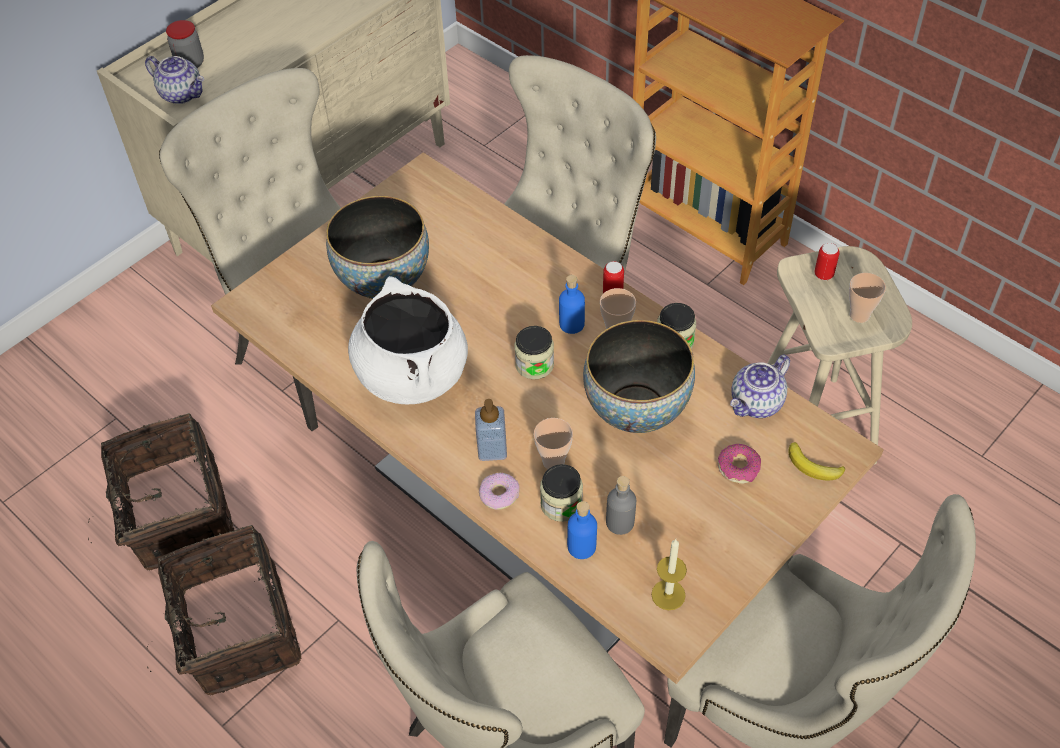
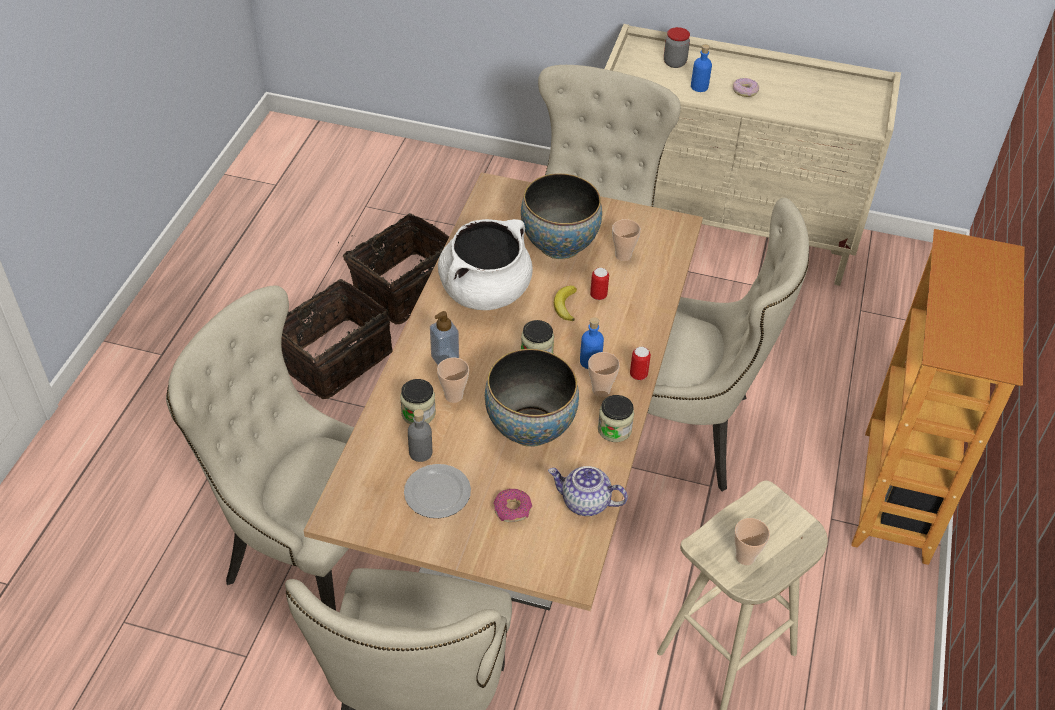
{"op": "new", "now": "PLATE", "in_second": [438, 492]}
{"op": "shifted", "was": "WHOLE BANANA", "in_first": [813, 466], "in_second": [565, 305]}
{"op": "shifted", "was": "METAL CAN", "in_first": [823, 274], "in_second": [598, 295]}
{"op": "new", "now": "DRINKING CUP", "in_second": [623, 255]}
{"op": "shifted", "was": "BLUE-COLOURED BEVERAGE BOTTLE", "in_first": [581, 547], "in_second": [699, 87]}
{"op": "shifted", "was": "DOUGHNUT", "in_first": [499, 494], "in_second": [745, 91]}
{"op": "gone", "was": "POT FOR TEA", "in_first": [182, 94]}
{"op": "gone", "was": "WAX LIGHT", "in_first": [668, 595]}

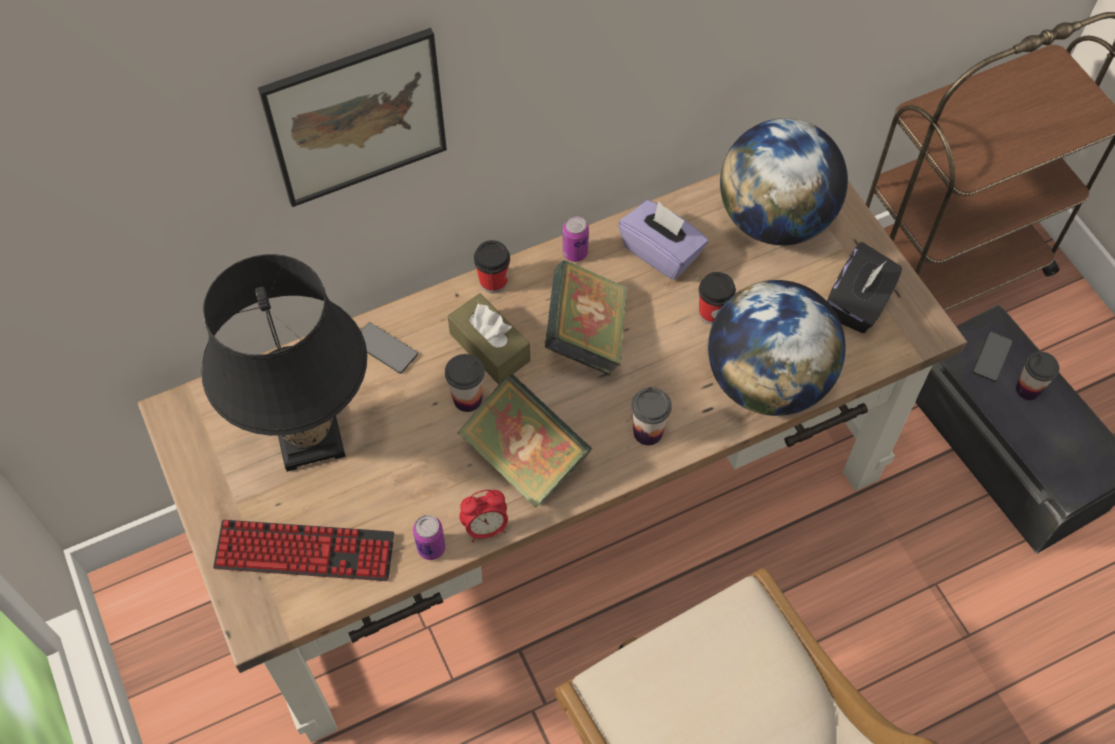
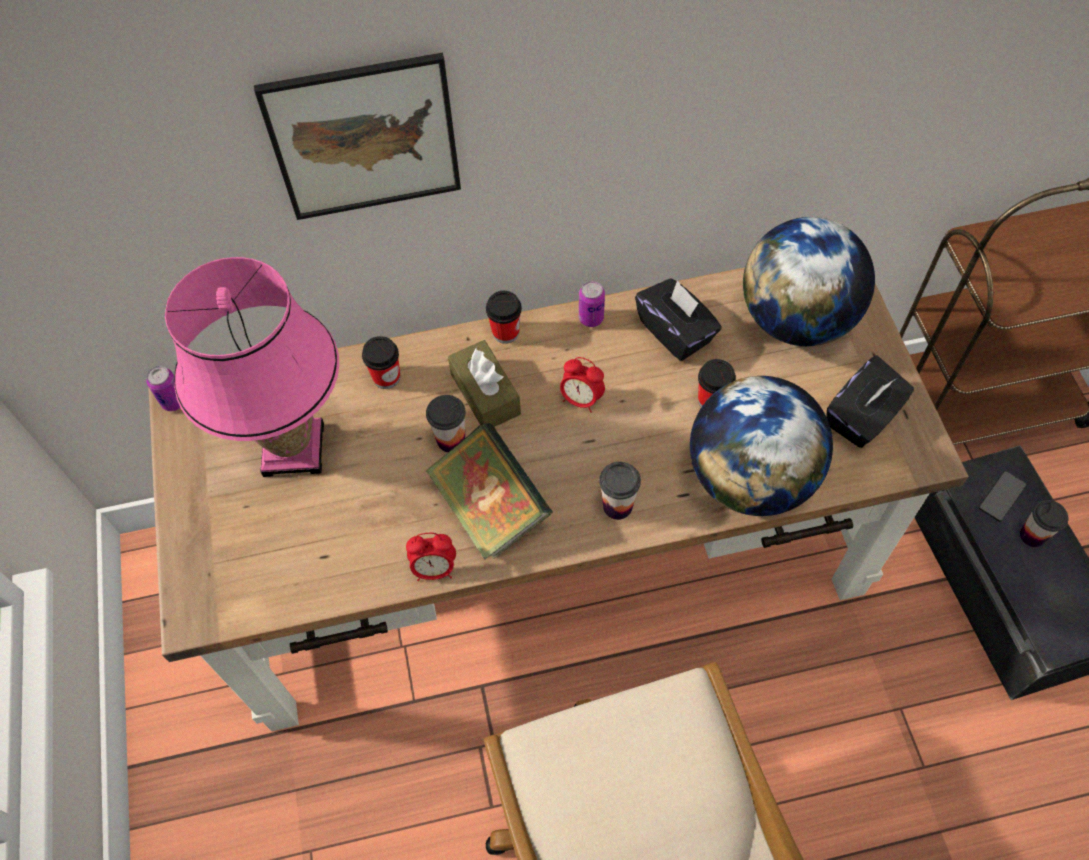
{"op": "shifted", "was": "METAL CAN", "in_first": [431, 548], "in_second": [174, 401]}
{"op": "repainted", "was": "BLACKISH TABLE LAMP", "now": "PINKISH TABLE LAMP", "in_first": [310, 439], "in_second": [294, 450]}
{"op": "swapped", "was": "TELEPHONE", "now": "DRINKING CUP", "in_first": [385, 348], "in_second": [386, 377]}
{"op": "swapped", "was": "BOOK", "now": "ALARM CLOCK", "in_first": [586, 335], "in_second": [581, 399]}
{"op": "repainted", "was": "PURPLISH BOX OF TISSUES", "now": "BLACKISH BOX OF TISSUES", "in_first": [661, 252], "in_second": [675, 332]}
{"op": "gone", "was": "KEYBOARD", "in_first": [305, 552]}

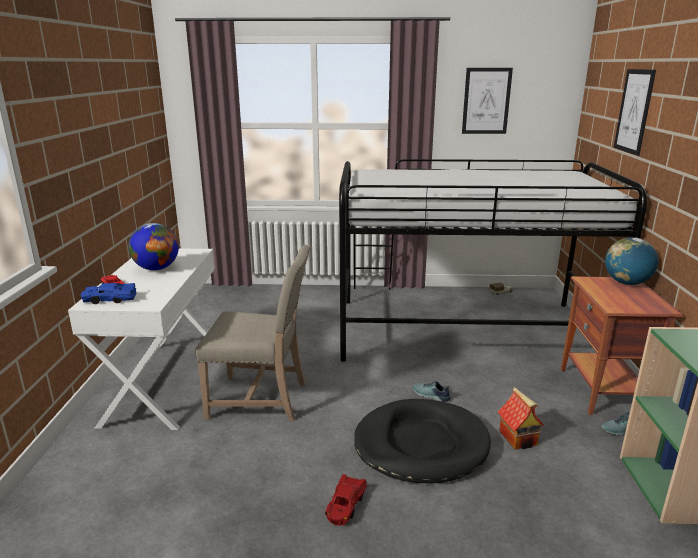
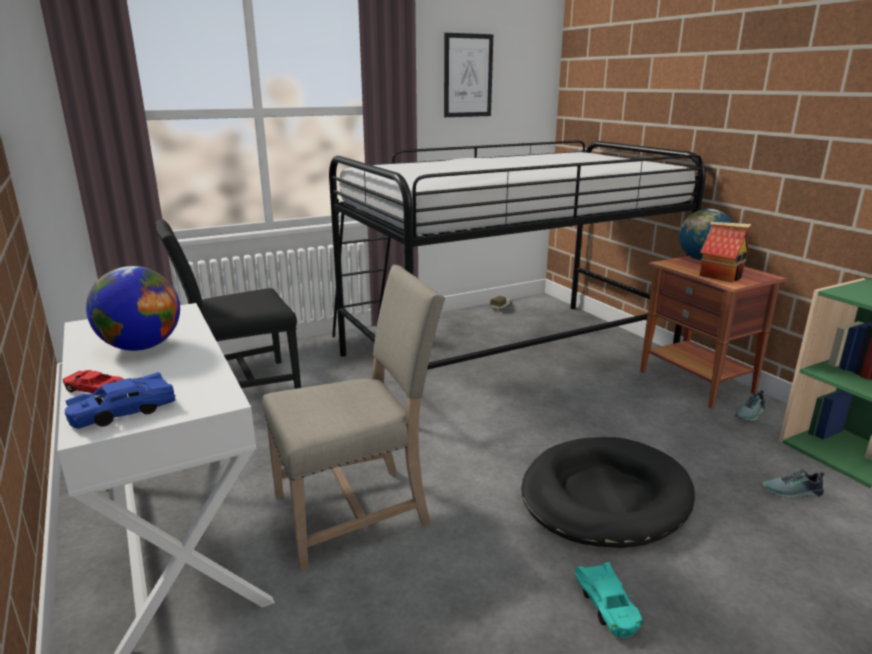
{"op": "new", "now": "BLACKISH PLAIN CHAIR", "in_second": [241, 386]}
{"op": "repainted", "was": "REDDISH TOY CAR", "now": "TURQUOISE TOY CAR", "in_first": [345, 505], "in_second": [607, 606]}
{"op": "shifted", "was": "TOY HOUSE", "in_first": [519, 438], "in_second": [721, 276]}
{"op": "shifted", "was": "ITEM OF FOOTWEAR", "in_first": [430, 395], "in_second": [792, 492]}
{"op": "gone", "was": "PICTURE", "in_first": [634, 111]}

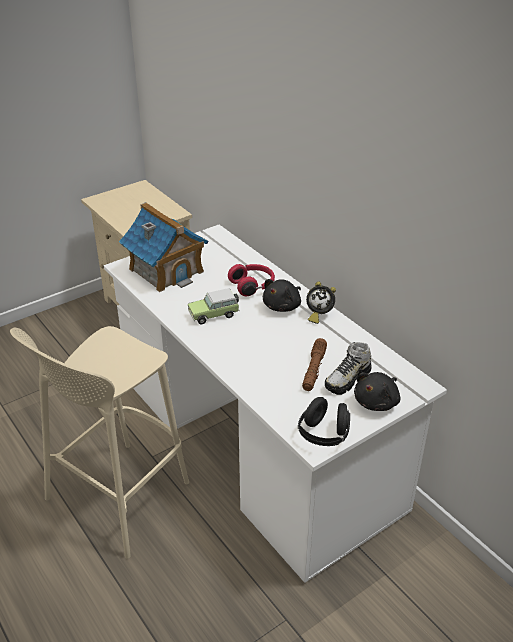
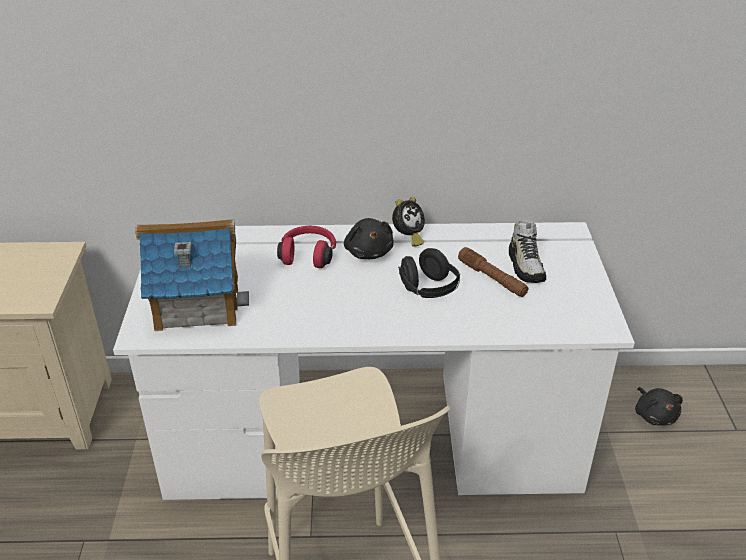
{"op": "shifted", "was": "BLACKISH HEADSET", "in_first": [324, 435], "in_second": [428, 290]}
{"op": "shifted", "was": "BLACKISH SOFT TOY", "in_first": [377, 402], "in_second": [654, 415]}
{"op": "gone", "was": "TOY CAR", "in_first": [215, 314]}

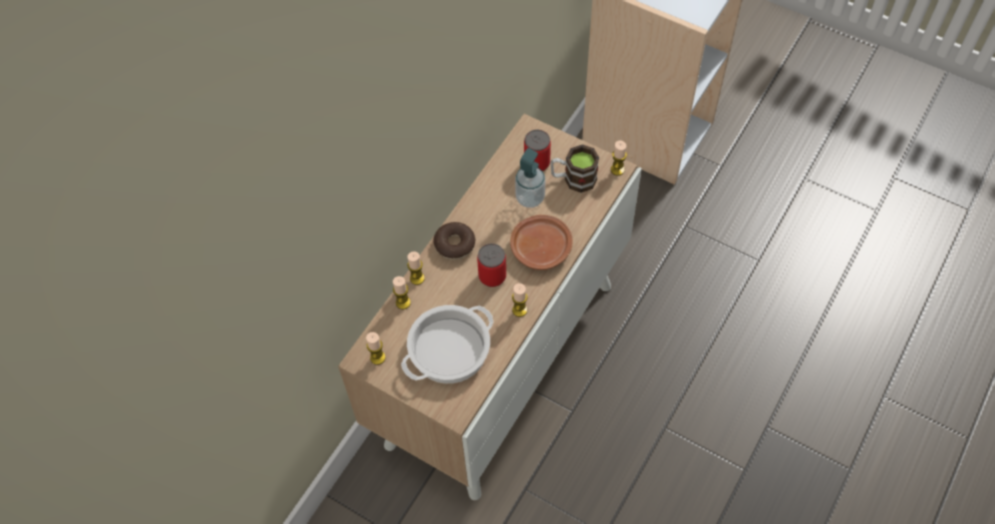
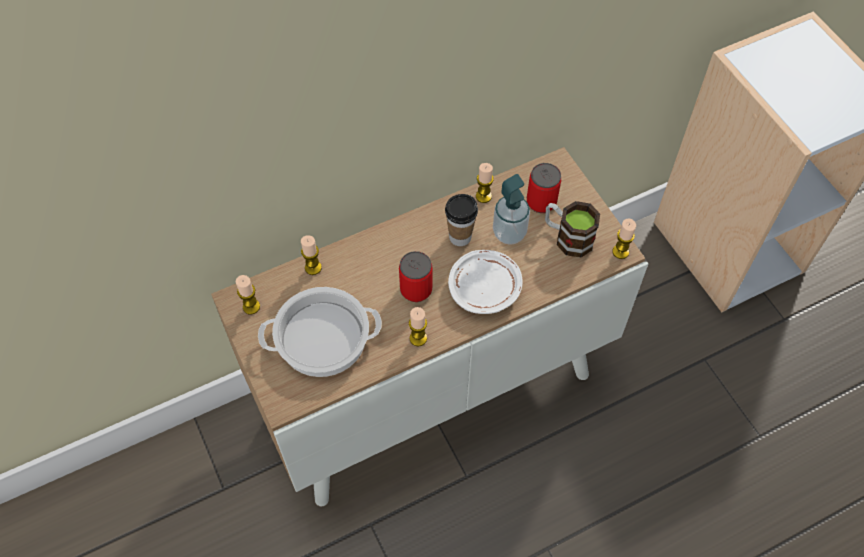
{"op": "new", "now": "DRINKING CUP", "in_second": [460, 237]}
{"op": "repainted", "was": "BROWN PLATE", "now": "WHITE PLATE", "in_first": [541, 247], "in_second": [485, 288]}
{"op": "shifted", "was": "WAX LIGHT", "in_first": [417, 278], "in_second": [483, 196]}
{"op": "gone", "was": "DOUGHNUT", "in_first": [454, 245]}

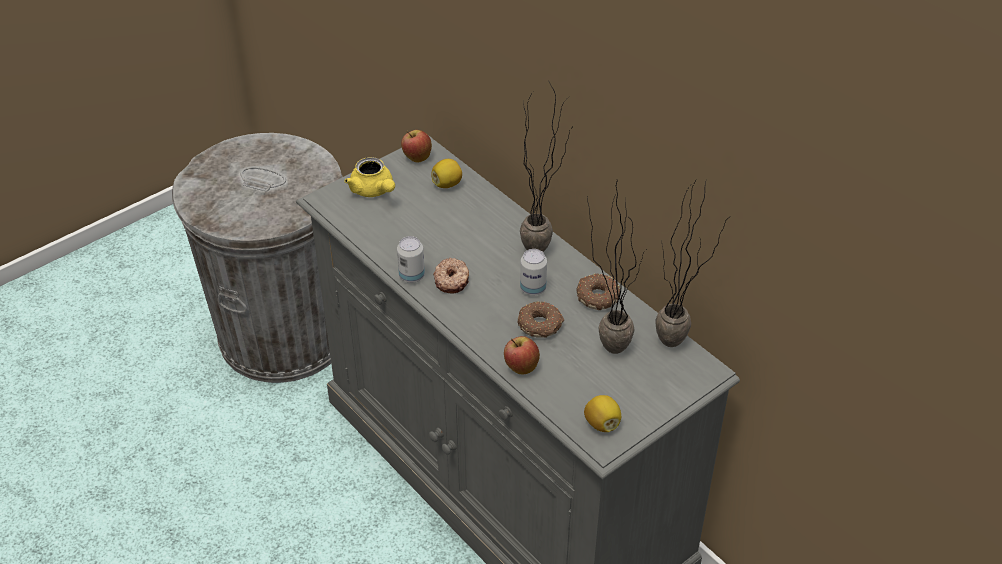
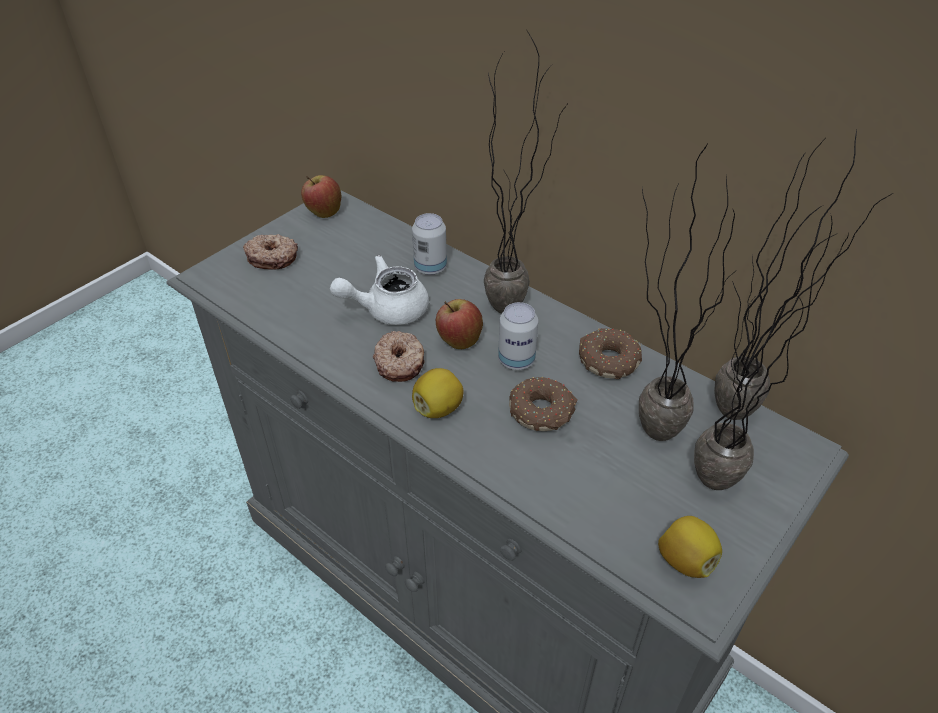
{"op": "swapped", "was": "YELLOW-COLOURED POT FOR TEA", "now": "DOUGHNUT", "in_first": [373, 191], "in_second": [272, 257]}
{"op": "new", "now": "WHITE POT FOR TEA", "in_second": [387, 309]}
{"op": "shifted", "was": "METAL CAN", "in_first": [411, 276], "in_second": [430, 268]}
{"op": "shifted", "was": "LEMON", "in_first": [447, 184], "in_second": [438, 408]}
{"op": "shifted", "was": "APPLE", "in_first": [521, 367], "in_second": [459, 341]}
{"op": "new", "now": "POTTED PLANT", "in_second": [705, 492]}
{"op": "gone", "was": "GREYISH TRASH CAN", "in_first": [284, 334]}

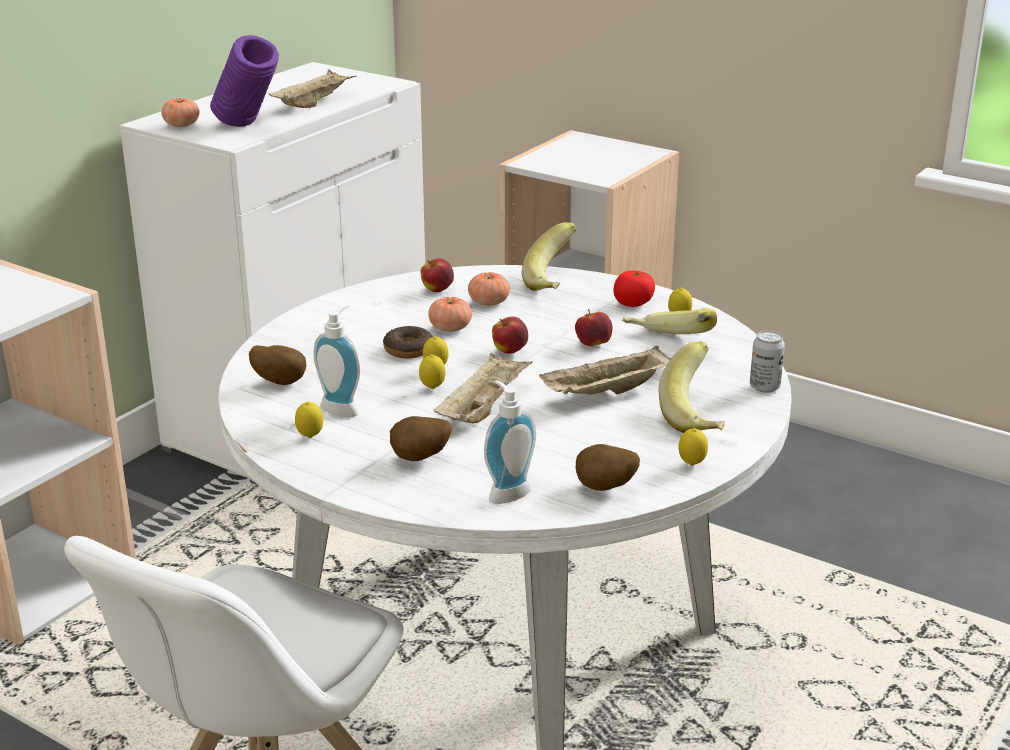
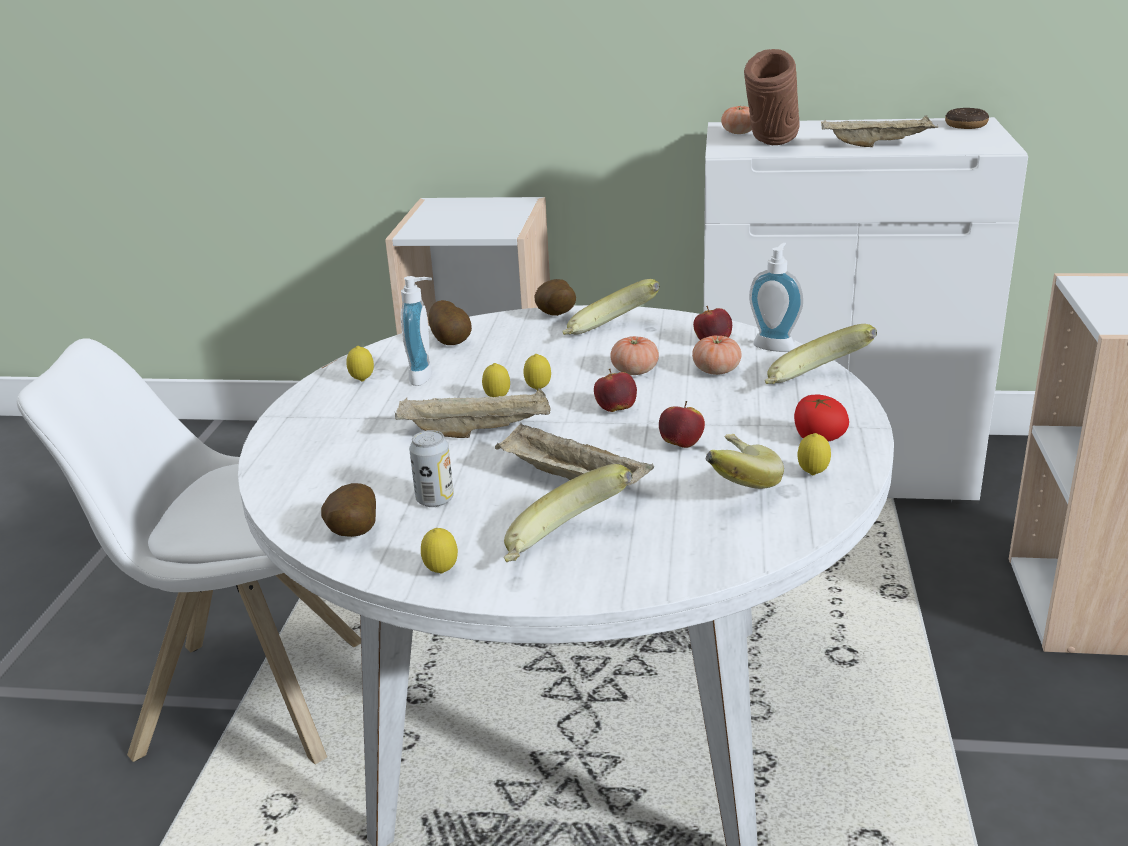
{"op": "shifted", "was": "METAL CAN", "in_first": [764, 387], "in_second": [435, 499]}
{"op": "shifted", "was": "POTATO", "in_first": [420, 460], "in_second": [555, 316]}
{"op": "new", "now": "WHOLE BANANA", "in_second": [609, 335]}
{"op": "repainted", "was": "PURPLISH DECORATIVE VASE", "now": "BROWN DECORATIVE VASE", "in_first": [248, 128], "in_second": [771, 147]}
{"op": "shifted", "was": "LIQUID SOAP BOTTLE", "in_first": [506, 492], "in_second": [775, 345]}
{"op": "shifted", "was": "DOUGHNUT", "in_first": [408, 350], "in_second": [966, 125]}

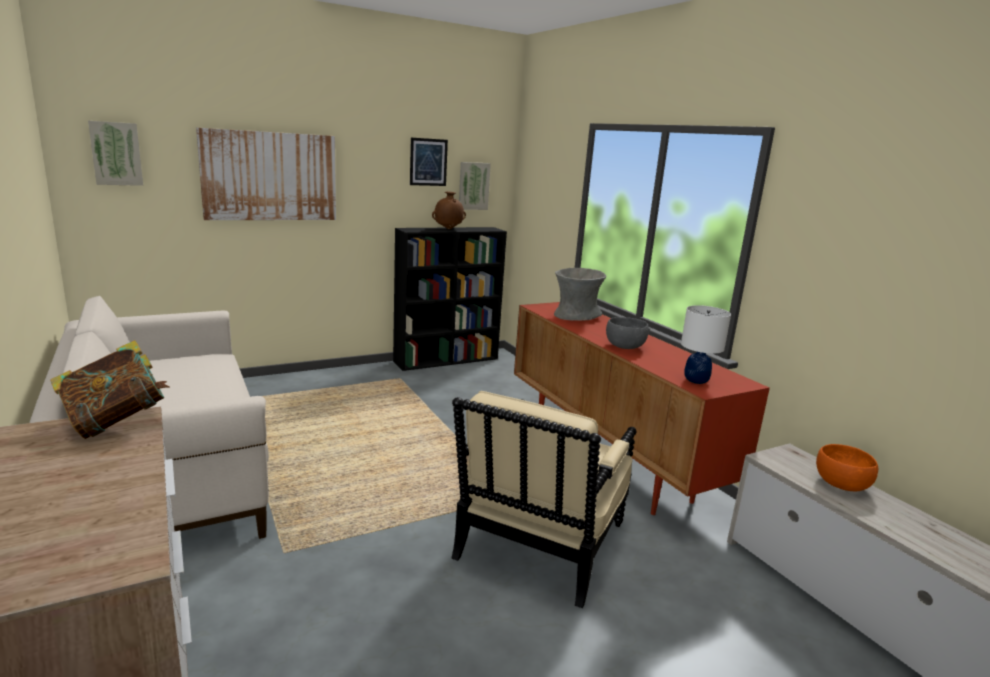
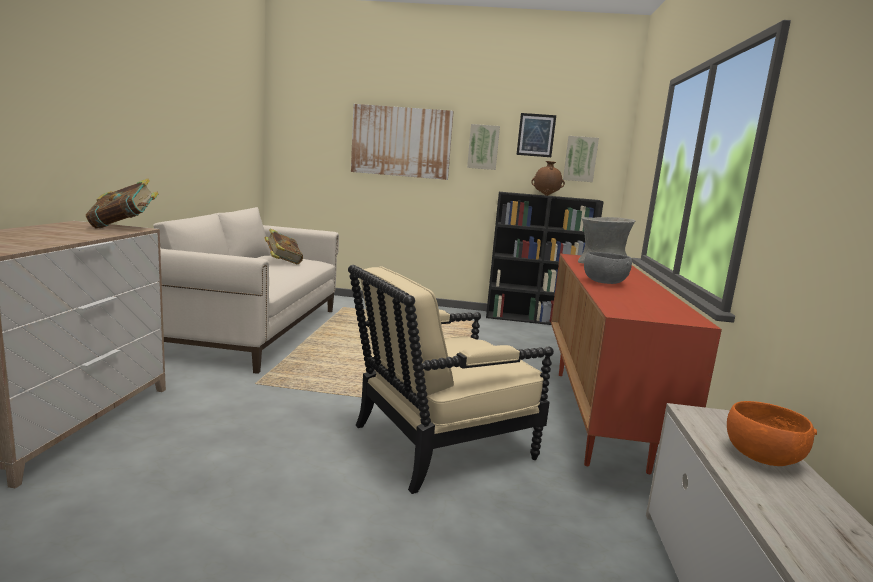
{"op": "new", "now": "BOOK", "in_second": [283, 262]}
{"op": "shifted", "was": "PICTURE", "in_first": [116, 153], "in_second": [483, 147]}
{"op": "gone", "was": "WHITE TABLE LAMP", "in_first": [697, 381]}

